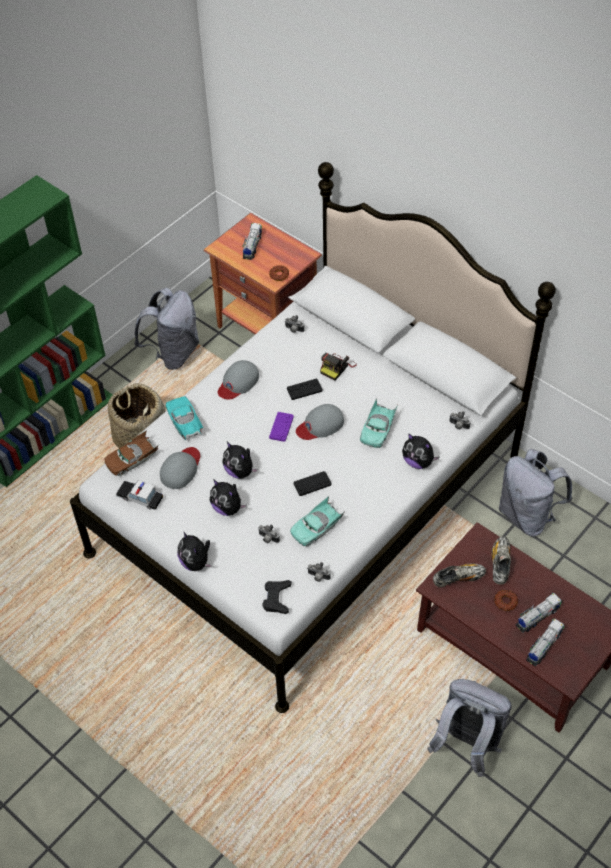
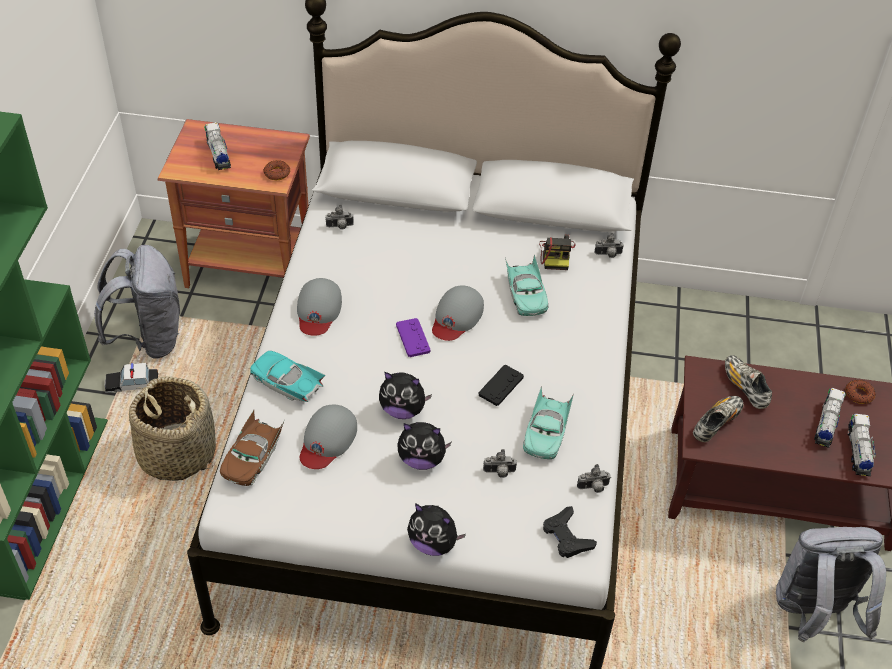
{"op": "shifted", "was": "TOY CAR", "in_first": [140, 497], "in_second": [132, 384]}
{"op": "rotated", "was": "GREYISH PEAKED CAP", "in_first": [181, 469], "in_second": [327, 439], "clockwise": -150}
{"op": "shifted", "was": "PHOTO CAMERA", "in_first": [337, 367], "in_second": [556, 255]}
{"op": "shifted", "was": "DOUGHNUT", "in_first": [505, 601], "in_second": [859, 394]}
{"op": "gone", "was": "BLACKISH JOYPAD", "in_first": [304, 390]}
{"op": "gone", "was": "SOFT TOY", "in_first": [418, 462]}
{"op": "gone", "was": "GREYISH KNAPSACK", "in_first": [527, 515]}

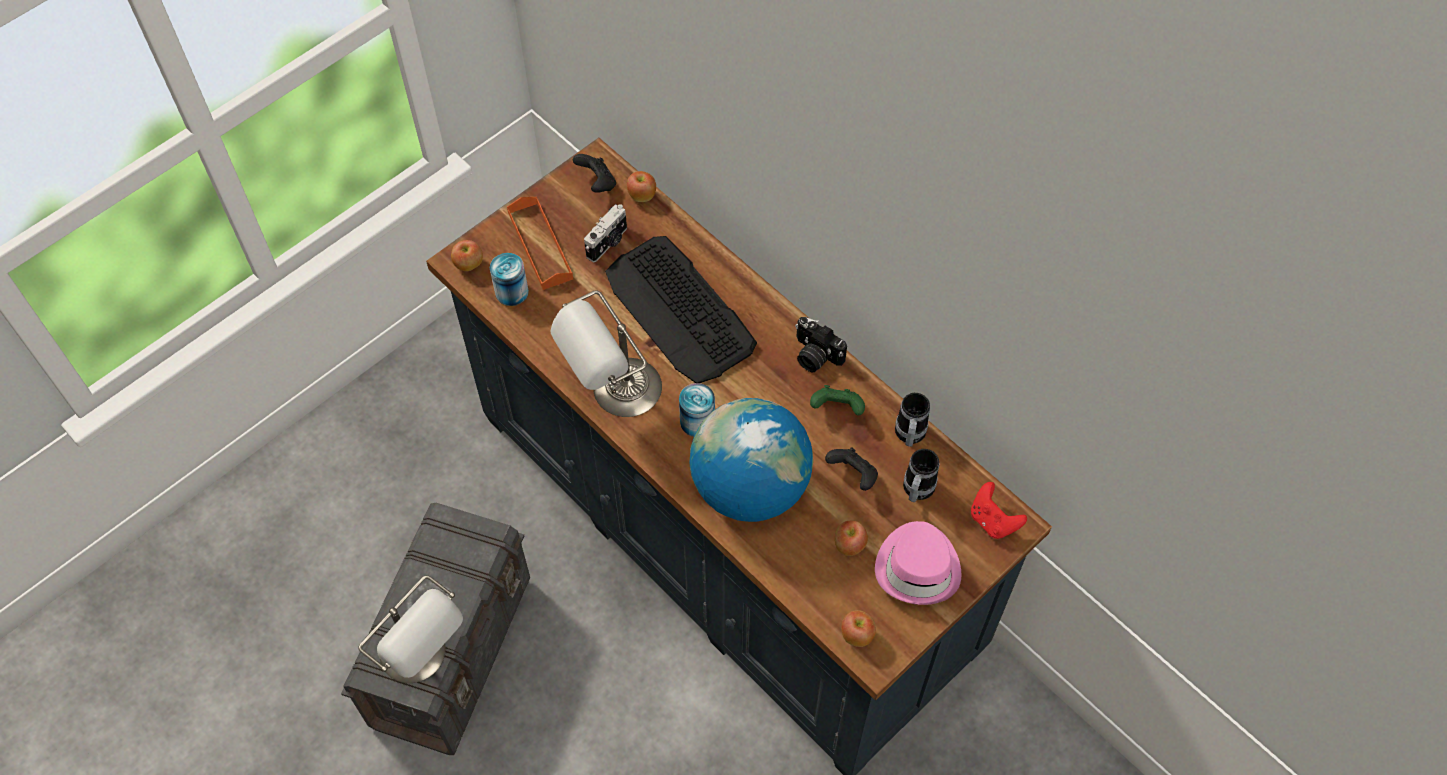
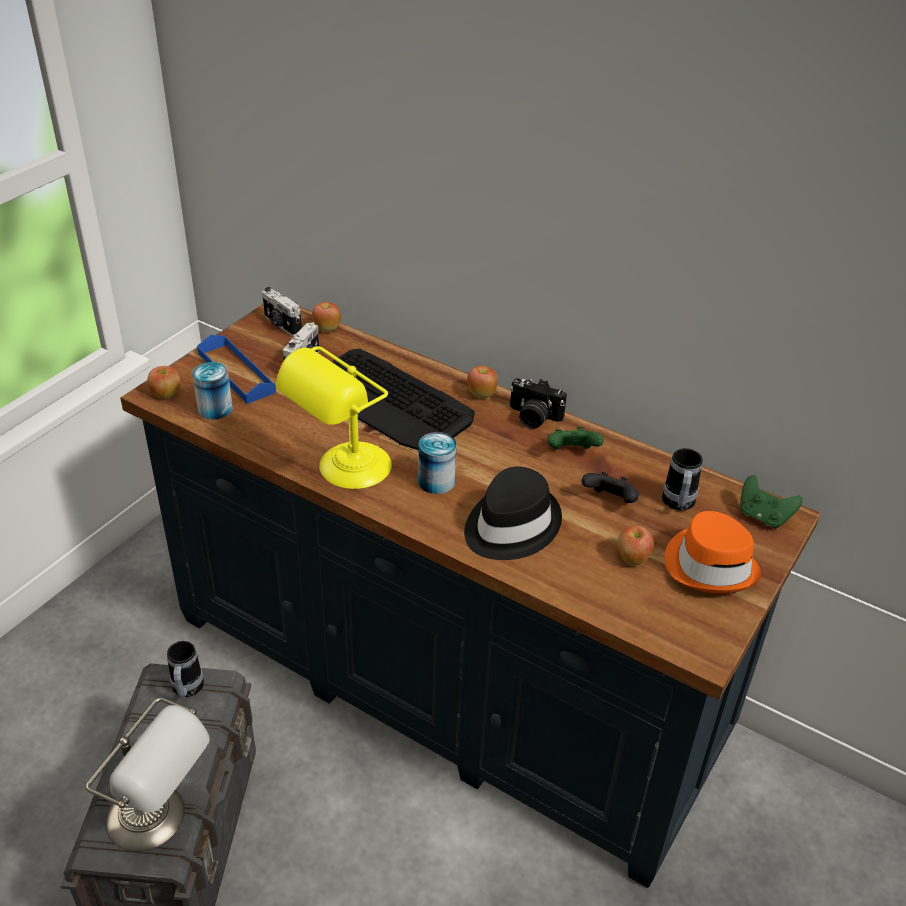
{"op": "shifted", "was": "TEA MUG", "in_first": [909, 436], "in_second": [186, 690]}
{"op": "repainted", "was": "ORANGEY SERVING TRAY", "now": "BLUE-COLOURED SERVING TRAY", "in_first": [540, 245], "in_second": [236, 373]}
{"op": "swapped", "was": "BLACKISH JOYPAD", "now": "PHOTO CAMERA", "in_first": [597, 183], "in_second": [281, 325]}
{"op": "repainted", "was": "WHITE TABLE LAMP", "now": "YELLOW-COLOURED TABLE LAMP", "in_first": [615, 395], "in_second": [344, 473]}
{"op": "swapped", "was": "DESK GLOBE", "now": "BLACKISH WEARABLE HAT", "in_first": [750, 487], "in_second": [510, 526]}
{"op": "shifted", "was": "APPLE", "in_first": [857, 635], "in_second": [481, 394]}
{"op": "repainted", "was": "PINKISH WEARABLE HAT", "now": "ORANGEY WEARABLE HAT", "in_first": [918, 567], "in_second": [710, 565]}
{"op": "repainted", "was": "REDDISH JOYPAD", "now": "GREEN-COLOURED JOYPAD", "in_first": [993, 520], "in_second": [763, 516]}

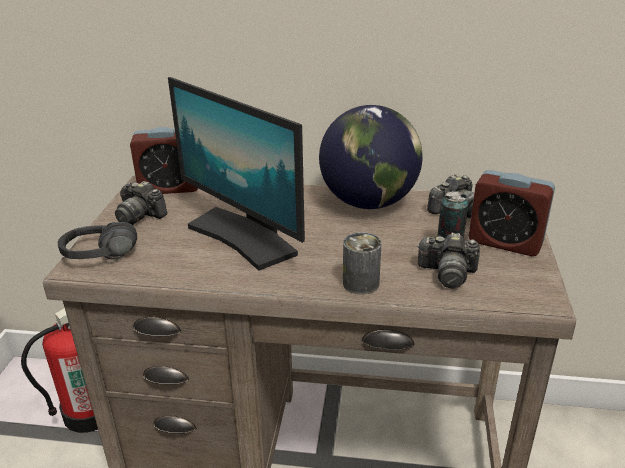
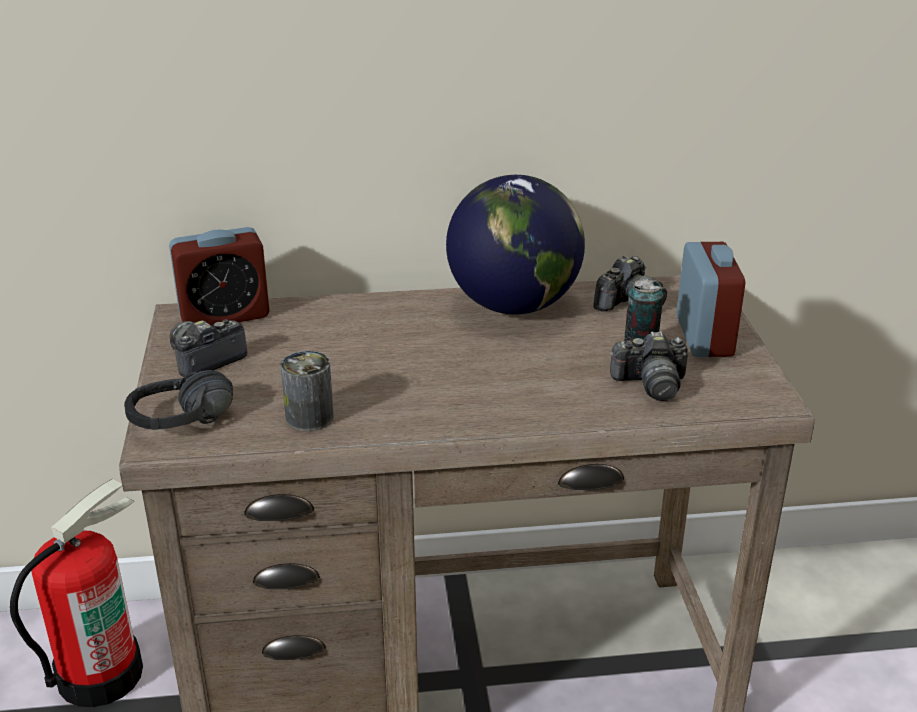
{"op": "rotated", "was": "PHOTO CAMERA", "in_first": [140, 215], "in_second": [205, 360], "clockwise": 120}
{"op": "shifted", "was": "METAL CAN", "in_first": [360, 283], "in_second": [309, 417]}
{"op": "rotated", "was": "ALARM CLOCK", "in_first": [505, 242], "in_second": [704, 337], "clockwise": -105}
{"op": "gone", "was": "MONITOR", "in_first": [243, 237]}

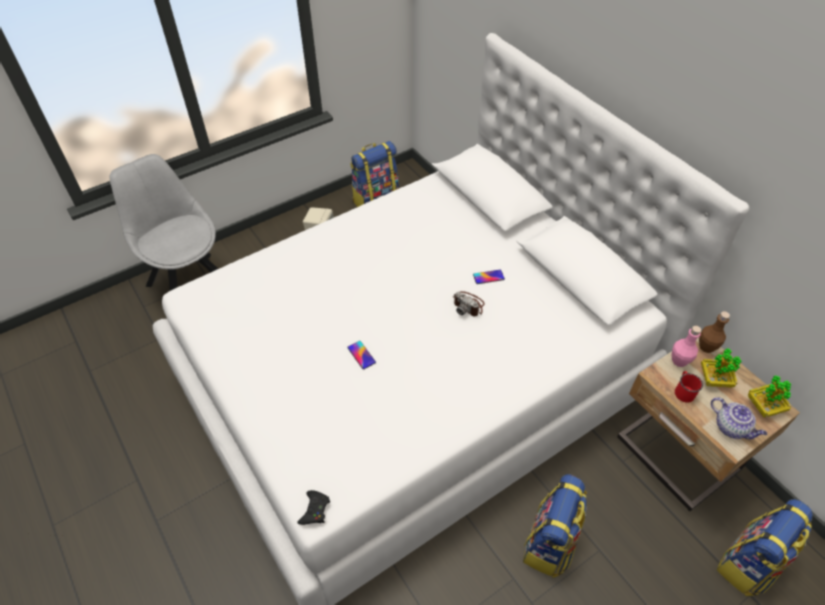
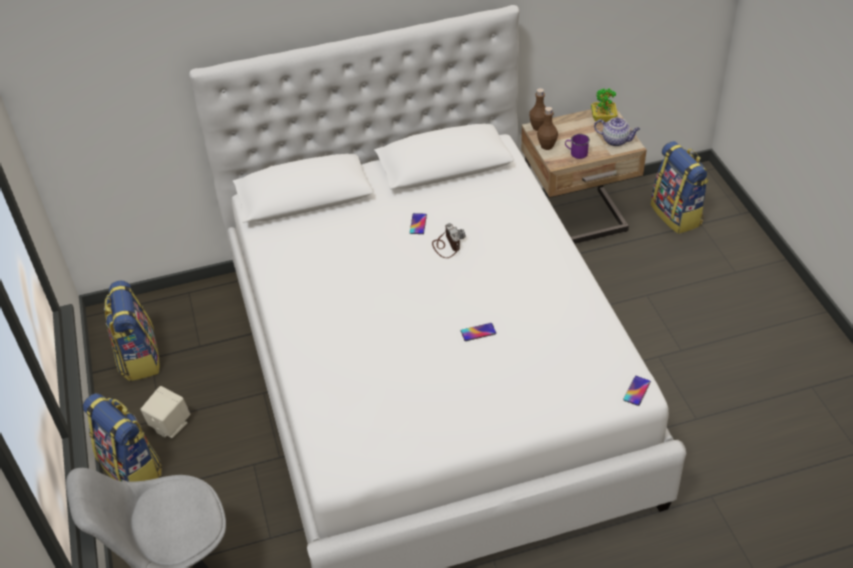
{"op": "shifted", "was": "KNAPSACK", "in_first": [550, 544], "in_second": [132, 468]}
{"op": "rotated", "was": "PHOTO CAMERA", "in_first": [468, 305], "in_second": [447, 245], "clockwise": -75}
{"op": "repainted", "was": "PINKISH BEVERAGE BOTTLE", "now": "BROWN BEVERAGE BOTTLE", "in_first": [679, 361], "in_second": [547, 146]}
{"op": "repainted", "was": "REDDISH TEA MUG", "now": "PURPLISH TEA MUG", "in_first": [683, 391], "in_second": [576, 153]}
{"op": "rotated", "was": "POT FOR TEA", "in_first": [731, 427], "in_second": [616, 140], "clockwise": 45}
{"op": "swapped", "was": "BLACKISH JOYPAD", "now": "TELEPHONE", "in_first": [315, 510], "in_second": [637, 391]}
{"op": "gone", "was": "POTTED PLANT", "in_first": [714, 379]}

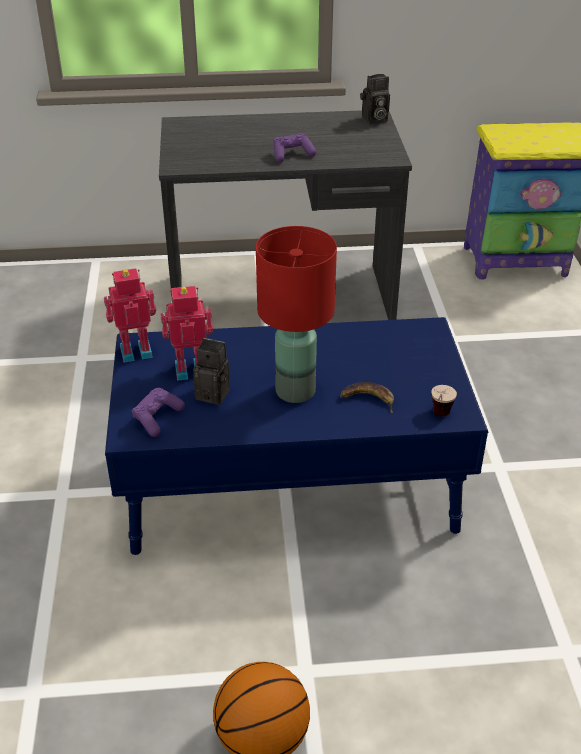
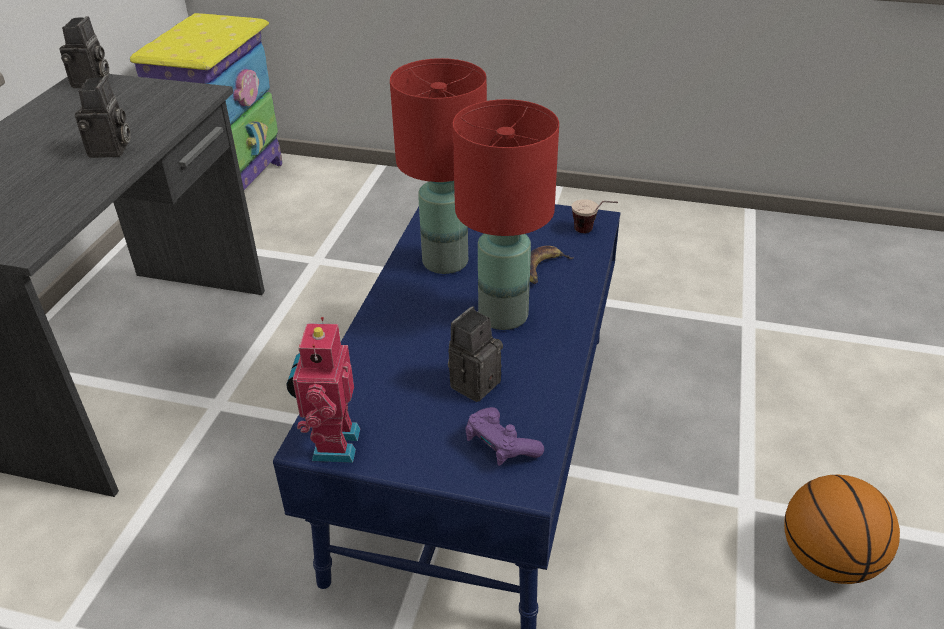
{"op": "swapped", "was": "PURPLISH JOYPAD", "now": "PHOTO CAMERA", "in_first": [292, 155], "in_second": [111, 150]}
{"op": "new", "now": "REDDISH TABLE LAMP", "in_second": [446, 261]}
{"op": "gone", "was": "MODEL ROBOT", "in_first": [190, 368]}

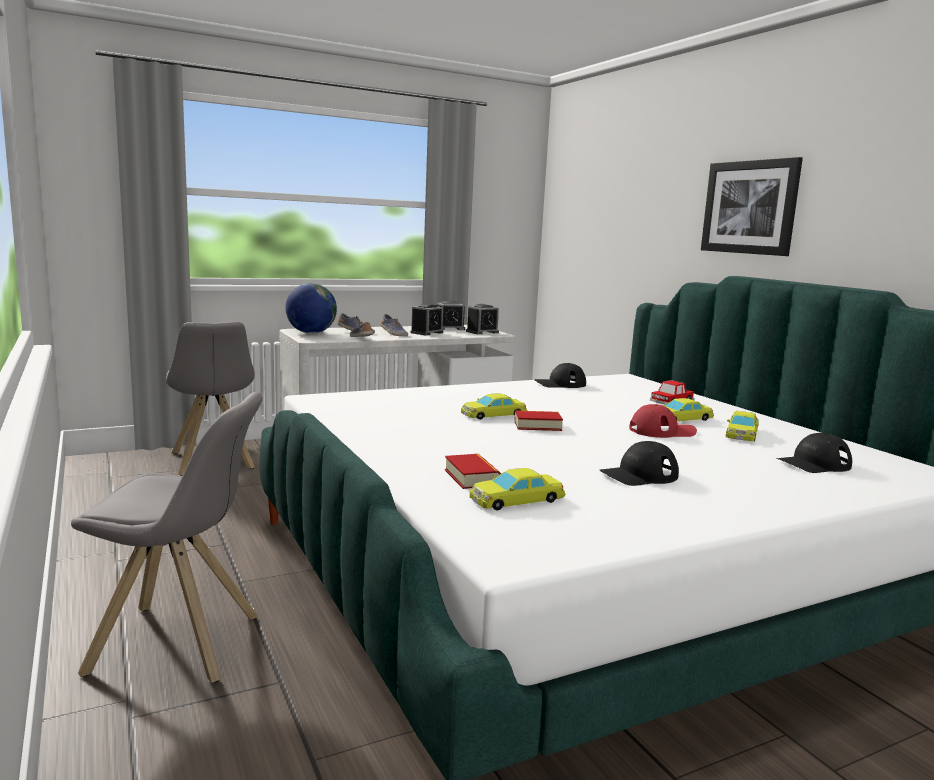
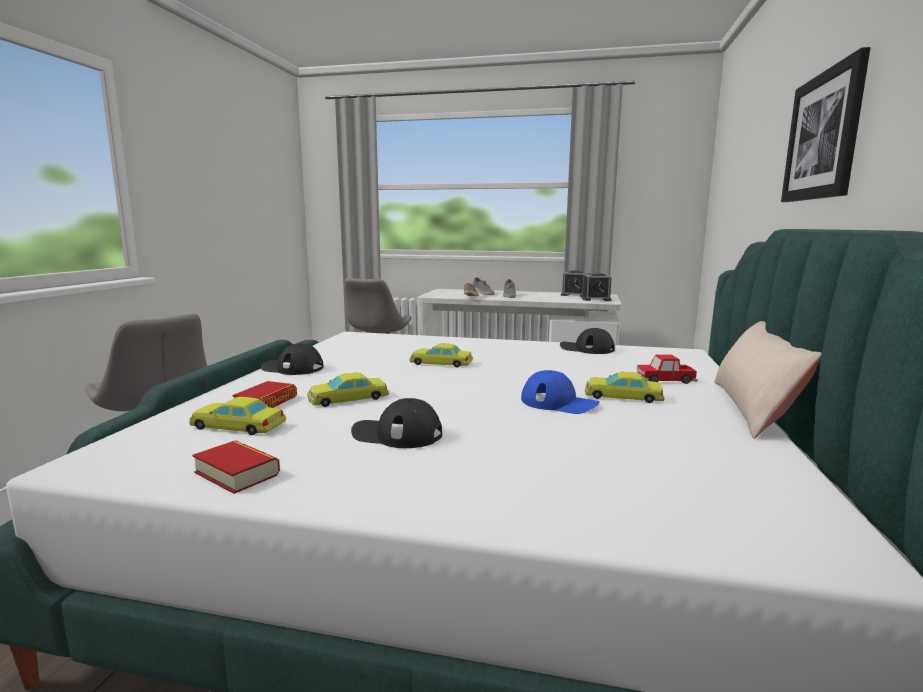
{"op": "shifted", "was": "BOOK", "in_first": [537, 426], "in_second": [237, 473]}
{"op": "shifted", "was": "BLACKISH PEAKED CAP", "in_first": [814, 464], "in_second": [292, 368]}
{"op": "shifted", "was": "YELLOW-COLOURED TOY CAR", "in_first": [741, 433], "in_second": [348, 398]}
{"op": "repainted", "was": "REDDISH PEAKED CAP", "now": "BLUE-COLOURED PEAKED CAP", "in_first": [662, 431], "in_second": [559, 403]}
{"op": "new", "now": "SAND-COLOURED CUSHION", "in_second": [753, 408]}
{"op": "gone", "was": "DESK GLOBE", "in_first": [311, 333]}
{"op": "gone", "was": "ALARM CLOCK", "in_first": [426, 333]}

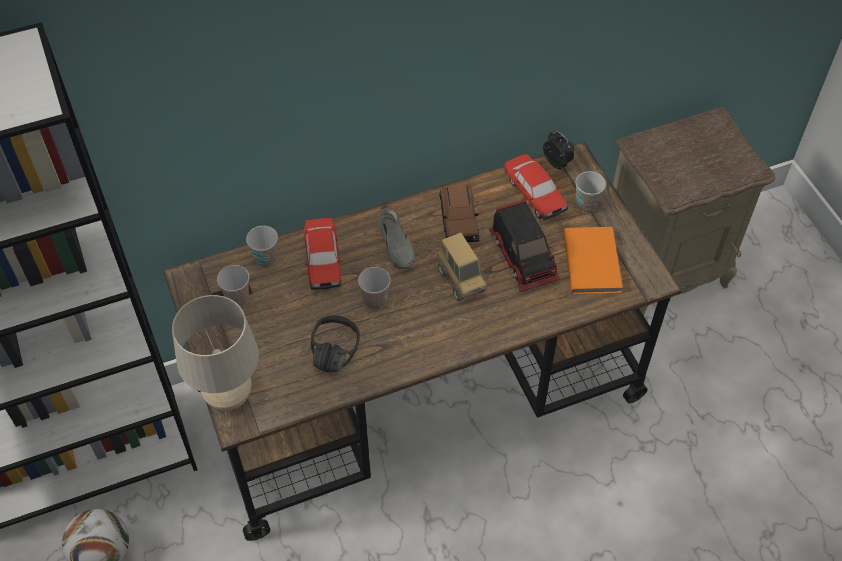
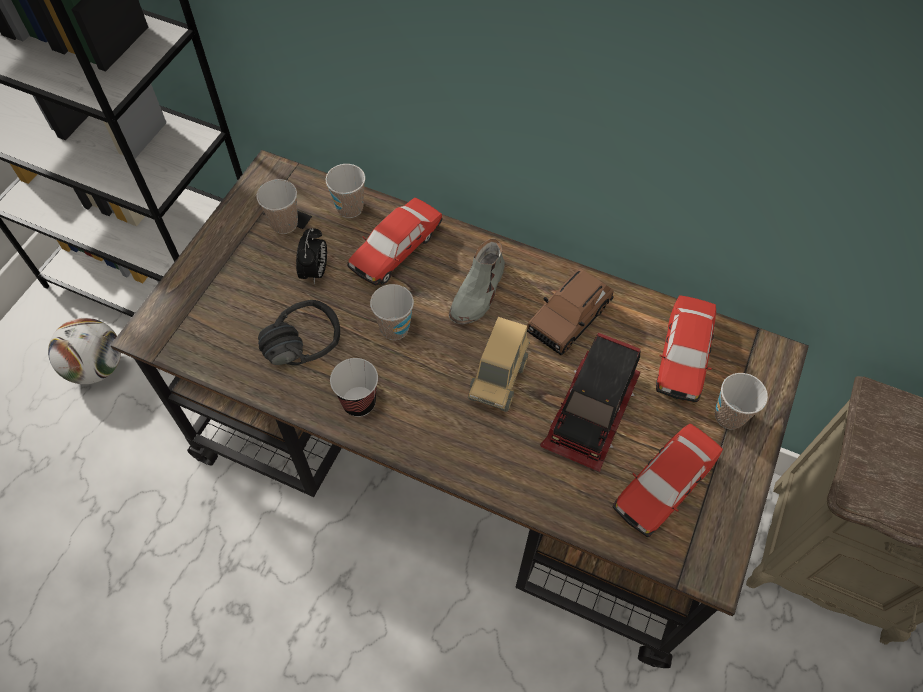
{"op": "shifted", "was": "ALARM CLOCK", "in_first": [557, 163], "in_second": [315, 272]}
{"op": "new", "now": "DRINKING CUP", "in_second": [359, 402]}
{"op": "swapped", "was": "ORANGEY BOOK", "now": "TOY CAR", "in_first": [593, 261], "in_second": [664, 485]}
{"op": "gone", "was": "SAND-COLOURED TABLE LAMP", "in_first": [228, 397]}

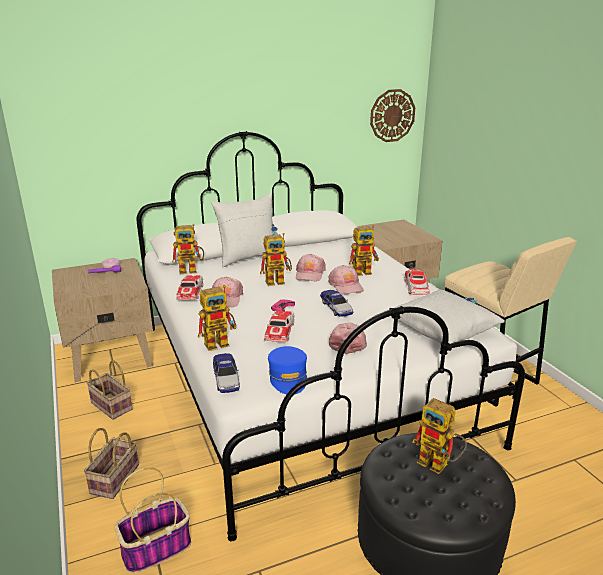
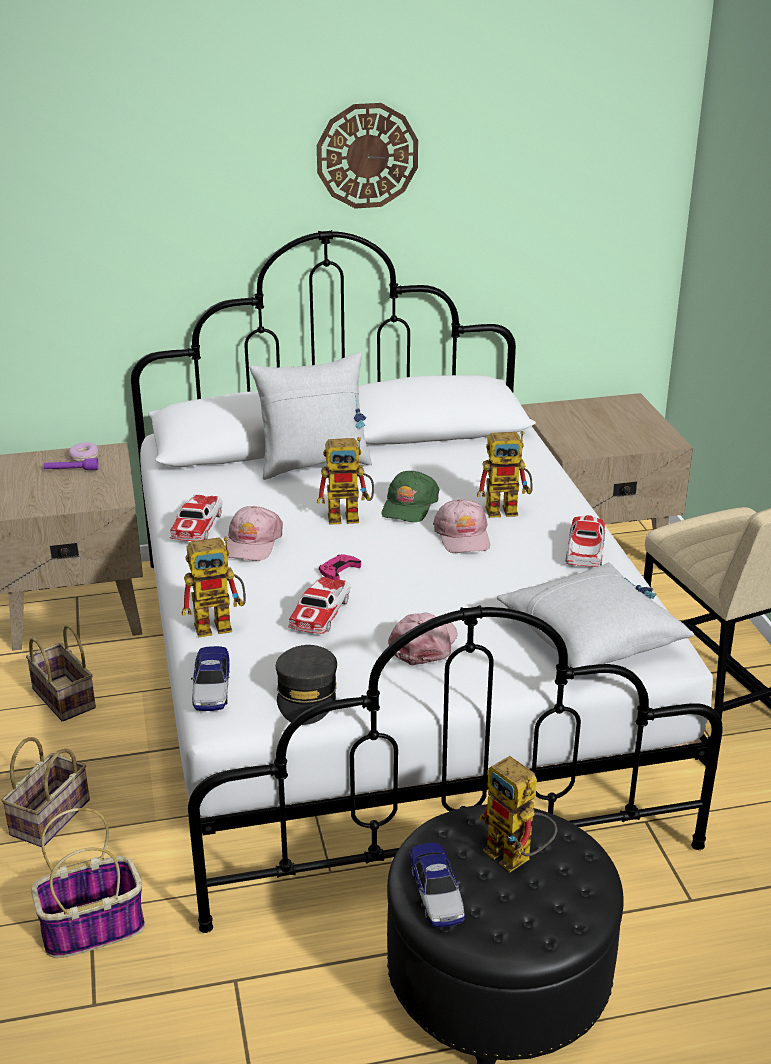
{"op": "repainted", "was": "BLUE-COLOURED PEAKED CAP", "now": "GREYISH PEAKED CAP", "in_first": [288, 377], "in_second": [307, 695]}
{"op": "shifted", "was": "WALL CLOCK", "in_first": [392, 115], "in_second": [367, 155]}
{"op": "repainted", "was": "PINKISH PEAKED CAP", "now": "GREEN-COLOURED PEAKED CAP", "in_first": [309, 274], "in_second": [409, 506]}
{"op": "shifted", "was": "TOY CAR", "in_first": [336, 307], "in_second": [436, 892]}
{"op": "gone", "was": "MODEL ROBOT", "in_first": [192, 270]}

